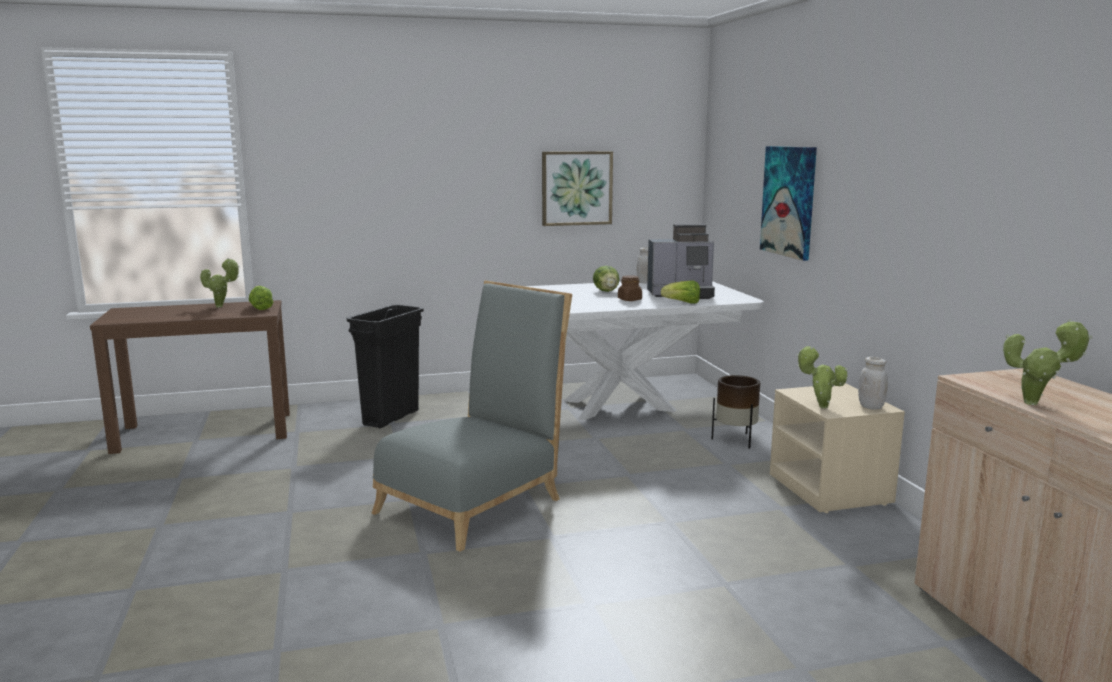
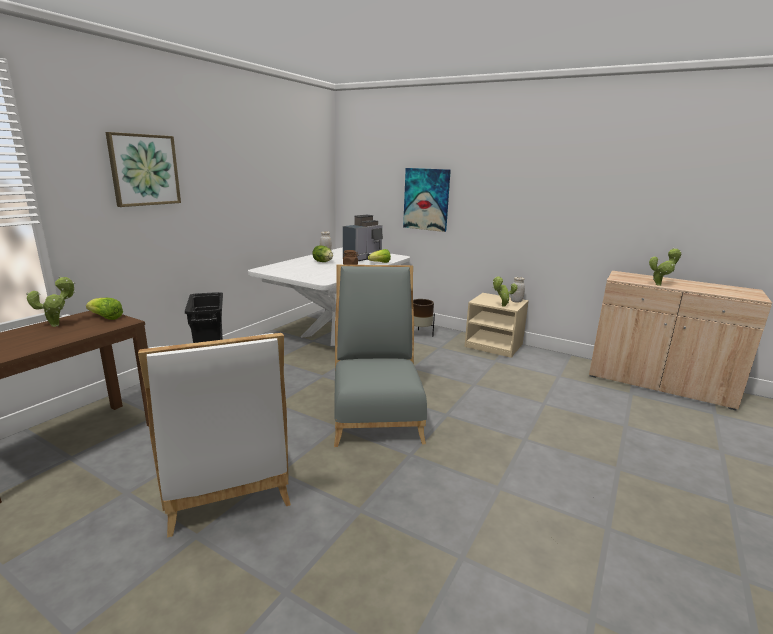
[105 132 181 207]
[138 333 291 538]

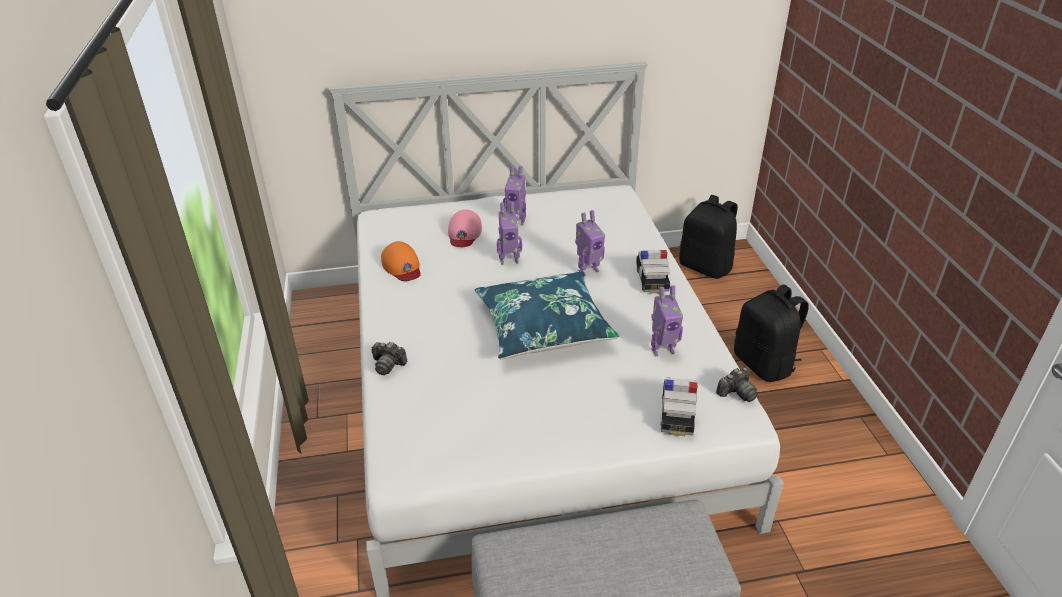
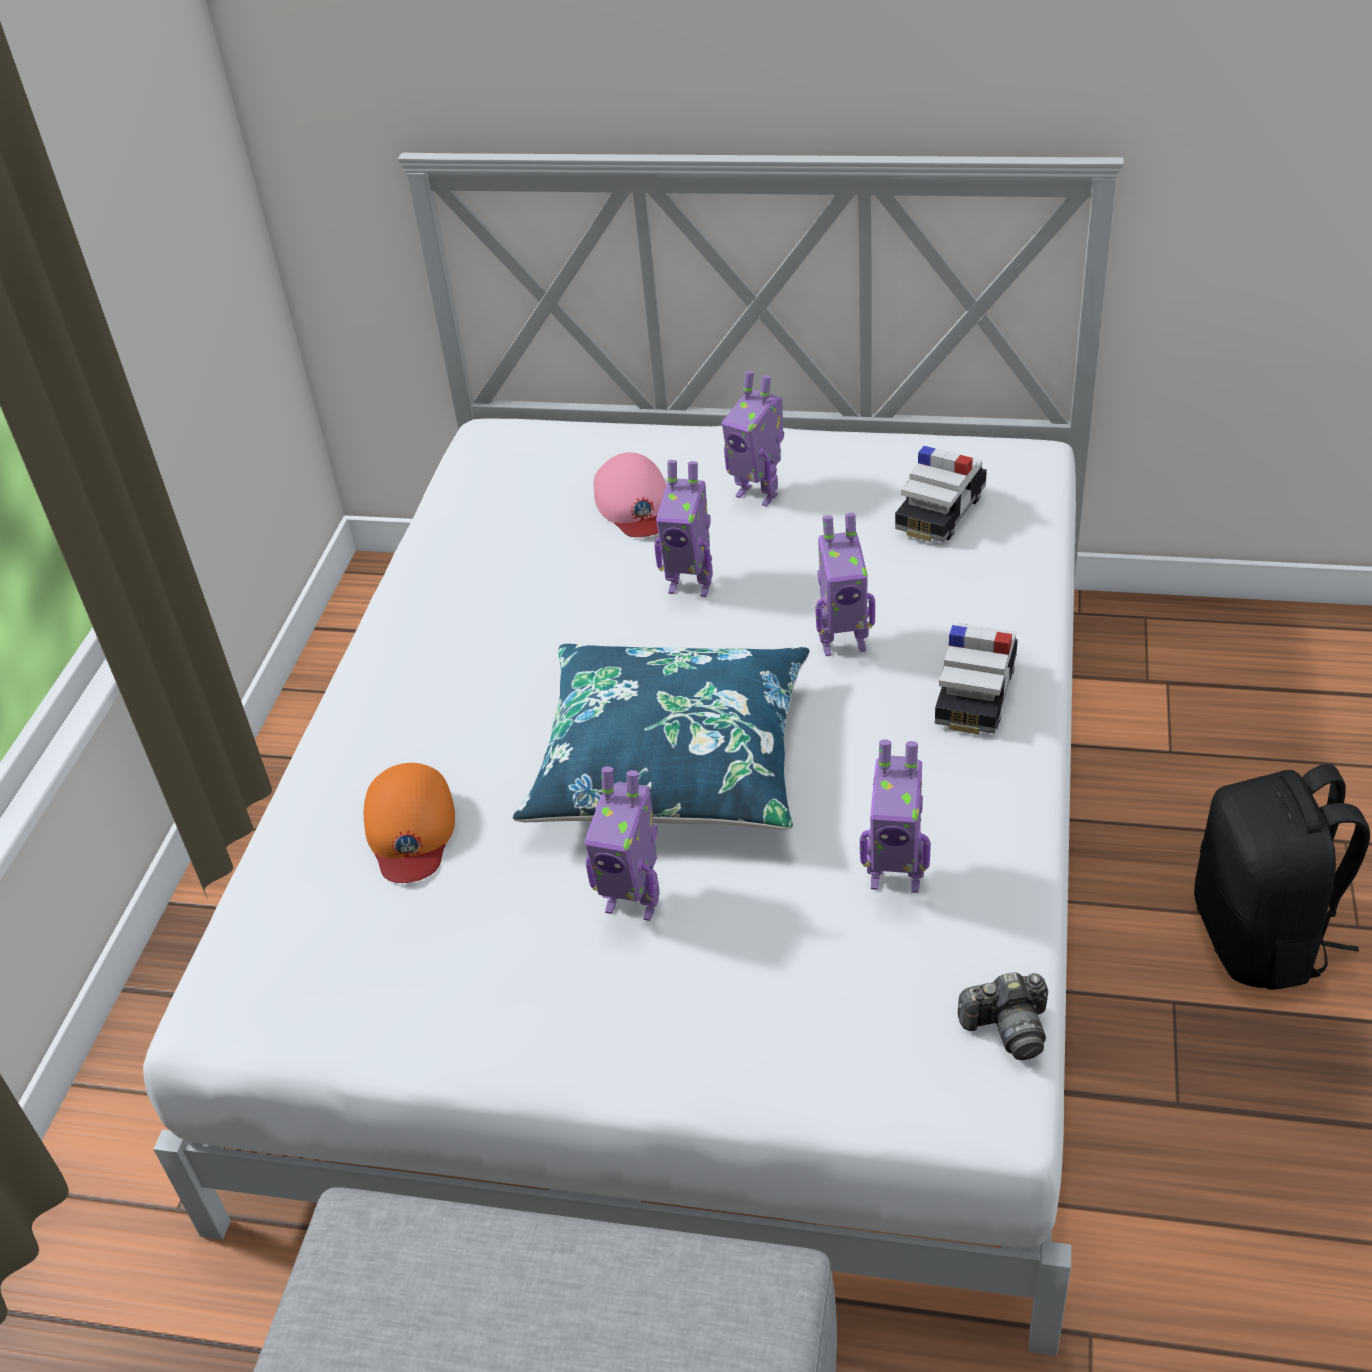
[364 763 455 883]
[584 766 659 921]
[594 452 667 537]
[895 446 987 542]
[371 342 407 375] (first image)
[679 195 738 279] (first image)

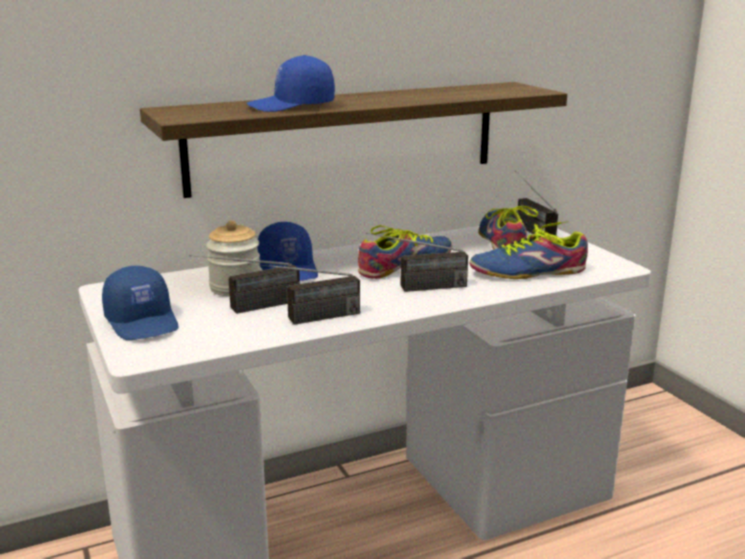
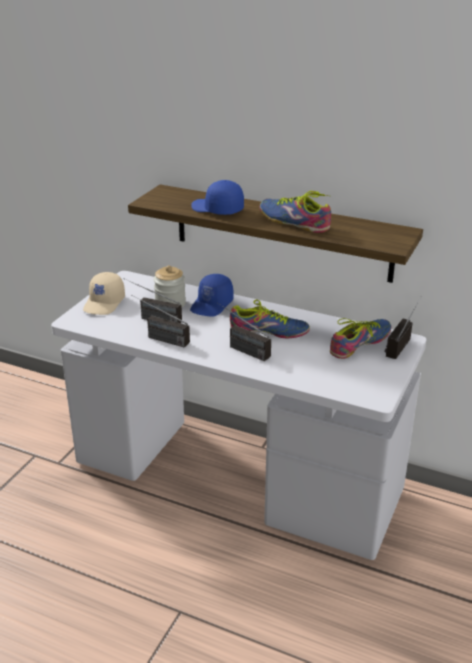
[83 272 125 315]
[260 191 331 233]

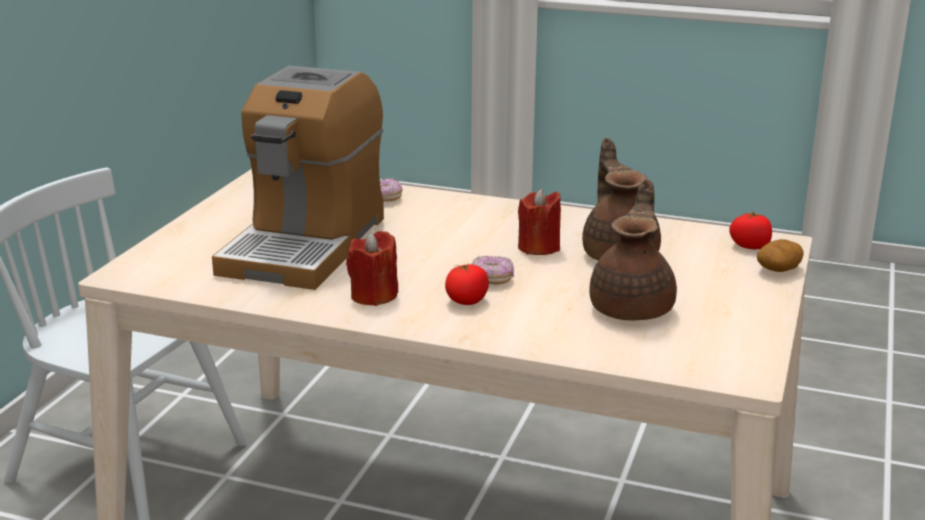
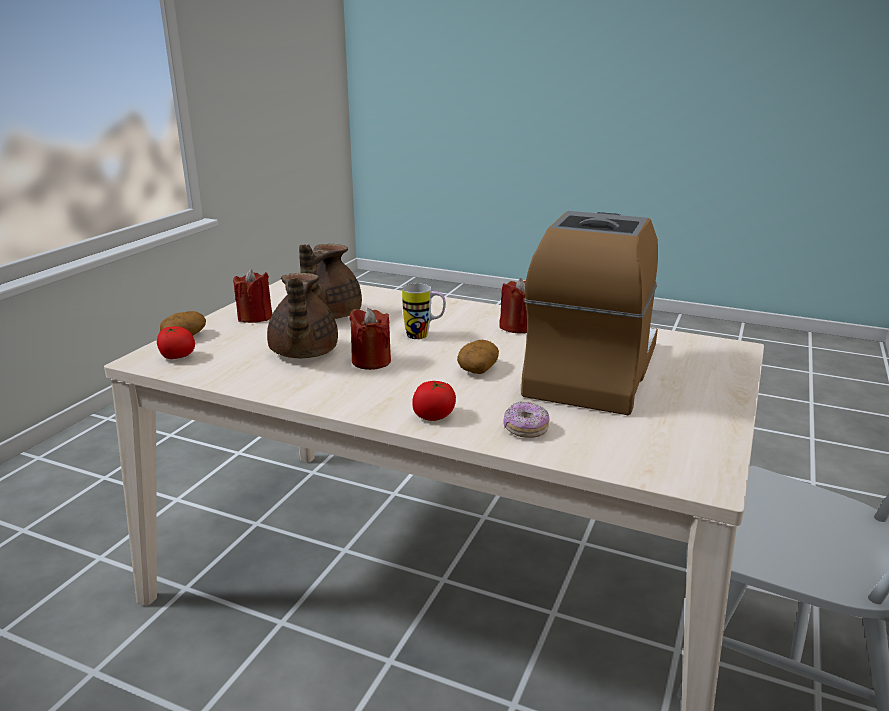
[233 268 272 323]
[402 283 446 339]
[412 381 456 421]
[457 340 499 374]

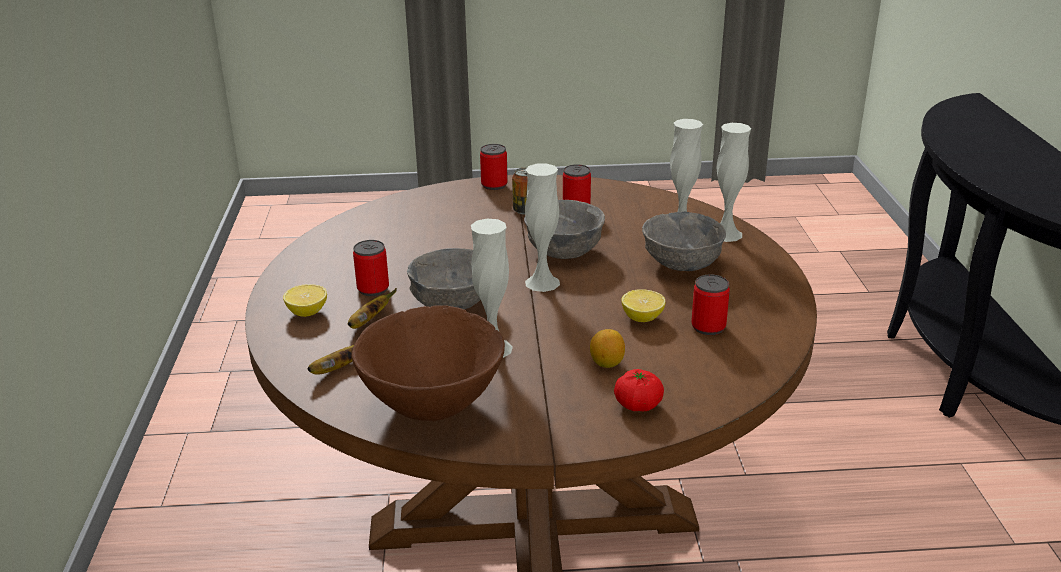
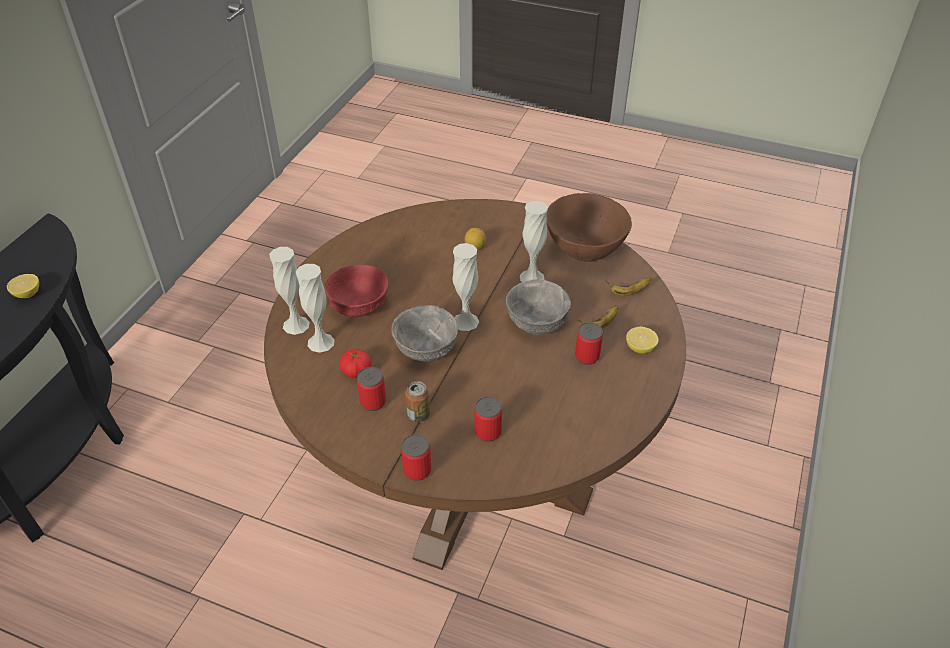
[7 274 39 298]
[325 265 388 317]
[339 349 371 378]
[475 396 502 442]

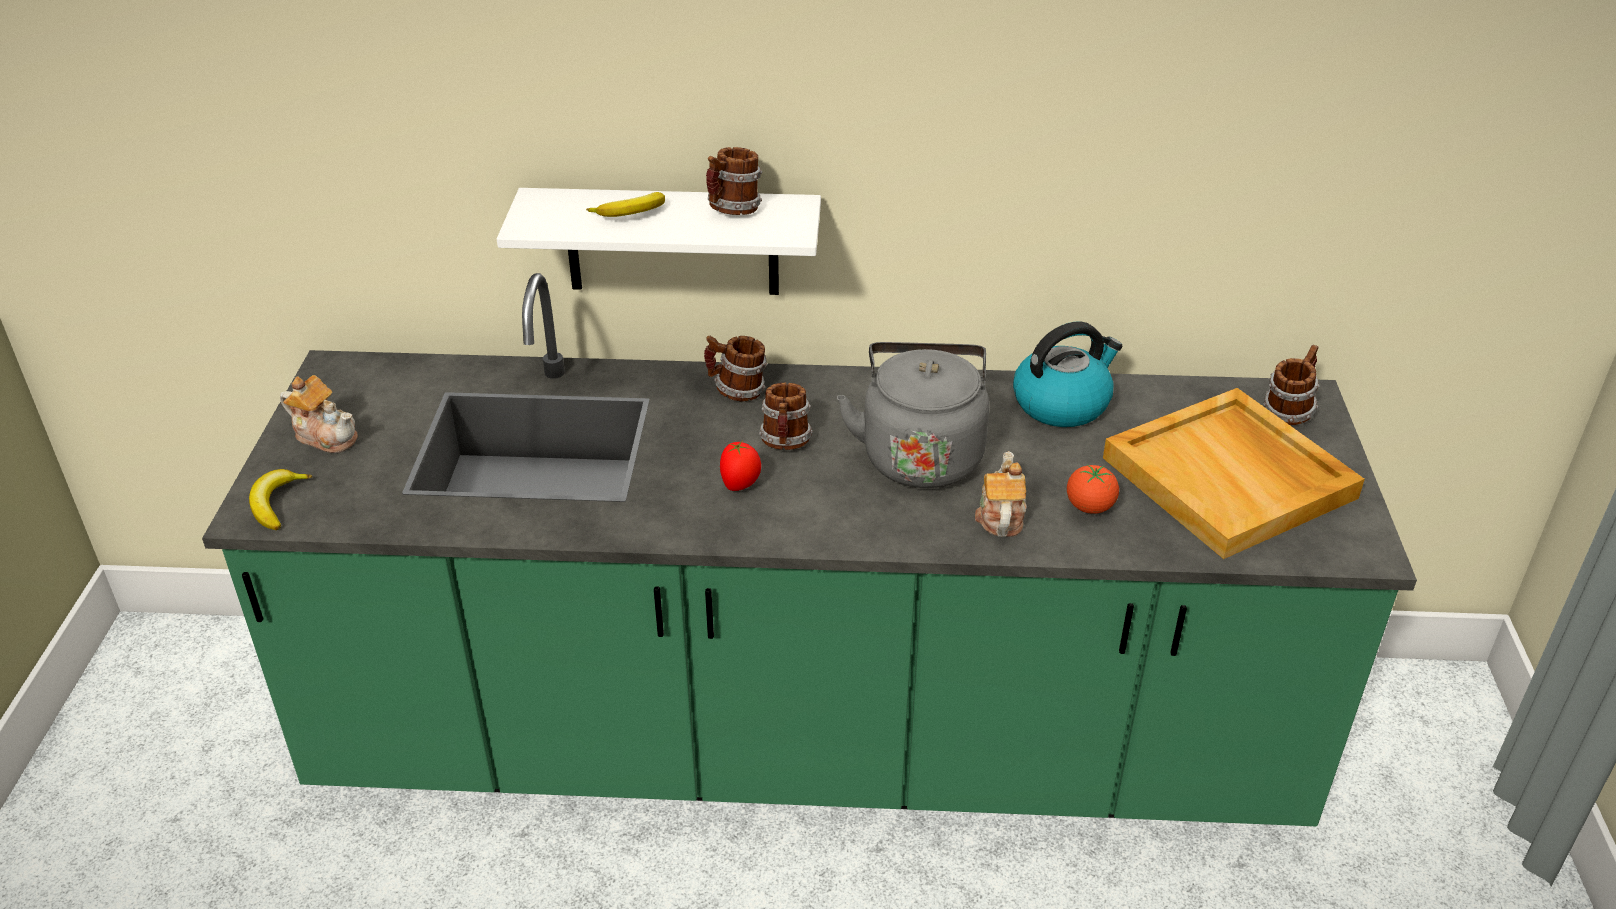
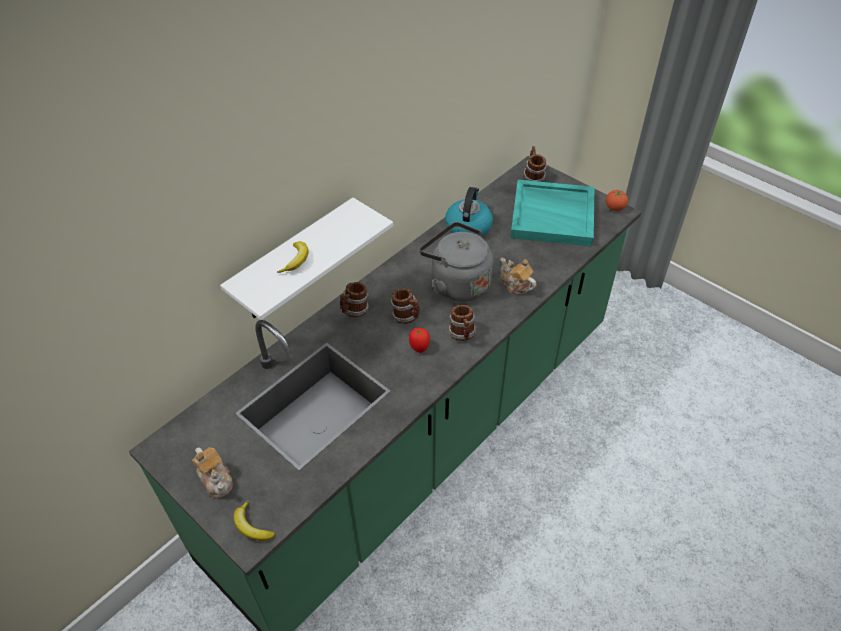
[192 447 233 498]
[448 305 476 341]
[510 180 595 247]
[605 190 628 211]

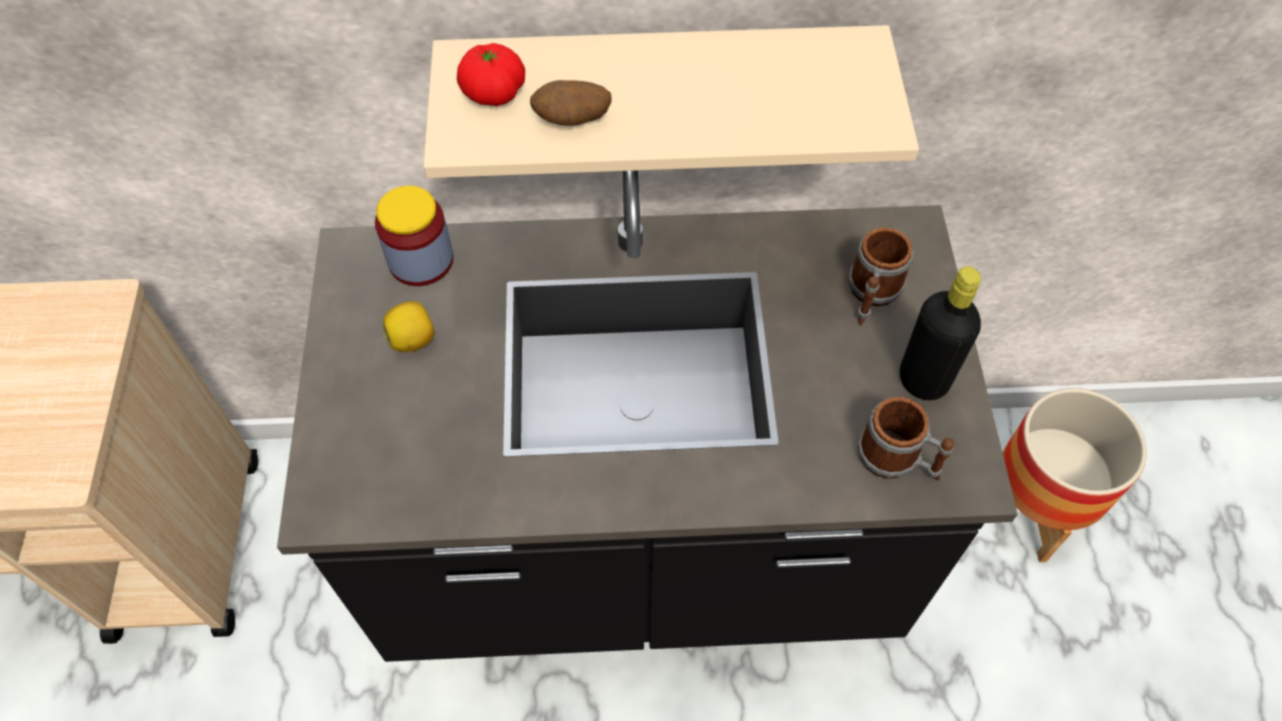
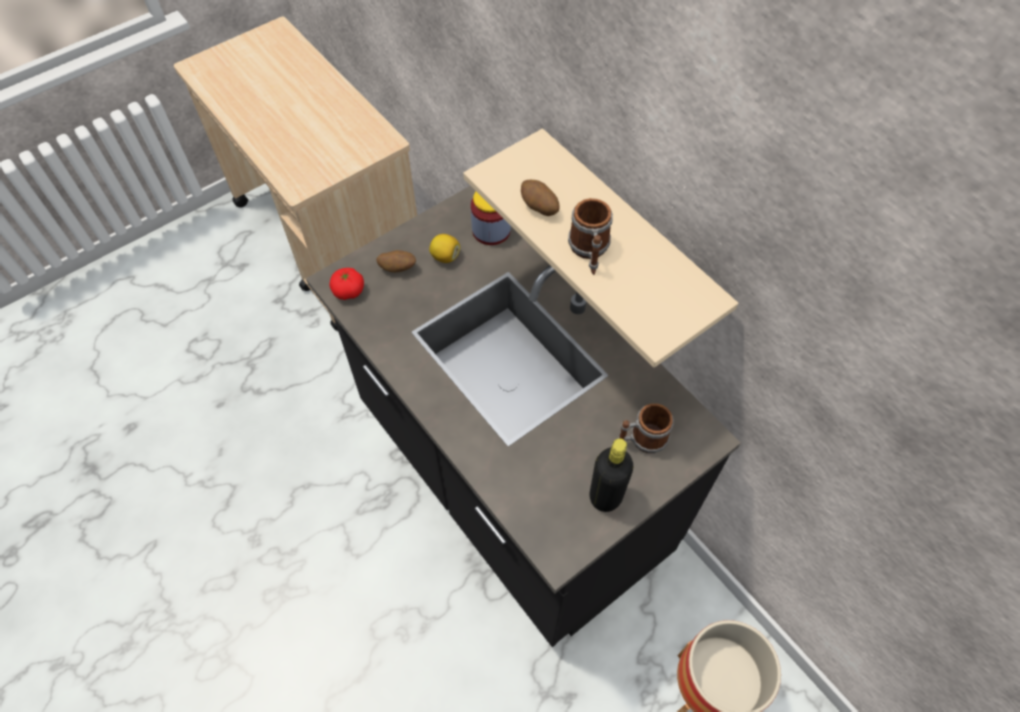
[329 268 364 300]
[376 250 416 272]
[568 198 613 275]

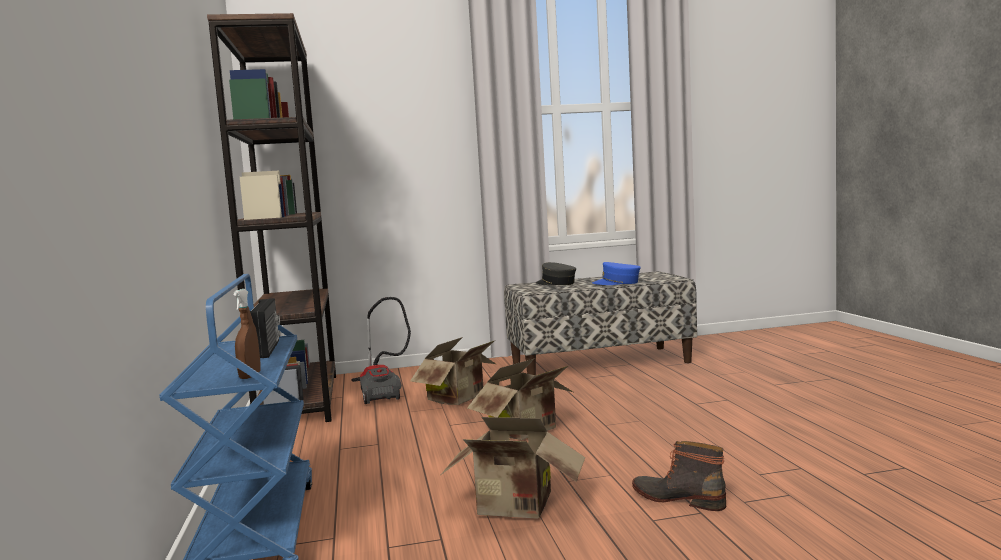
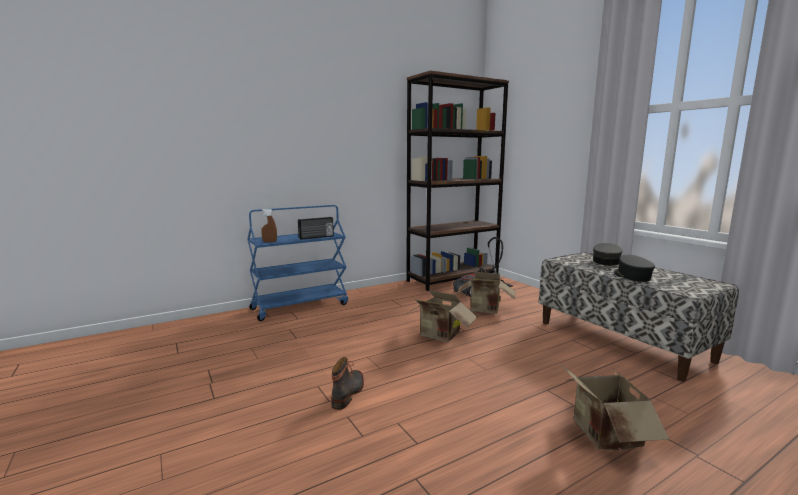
[559 361 670 450]
[613 255 655 282]

